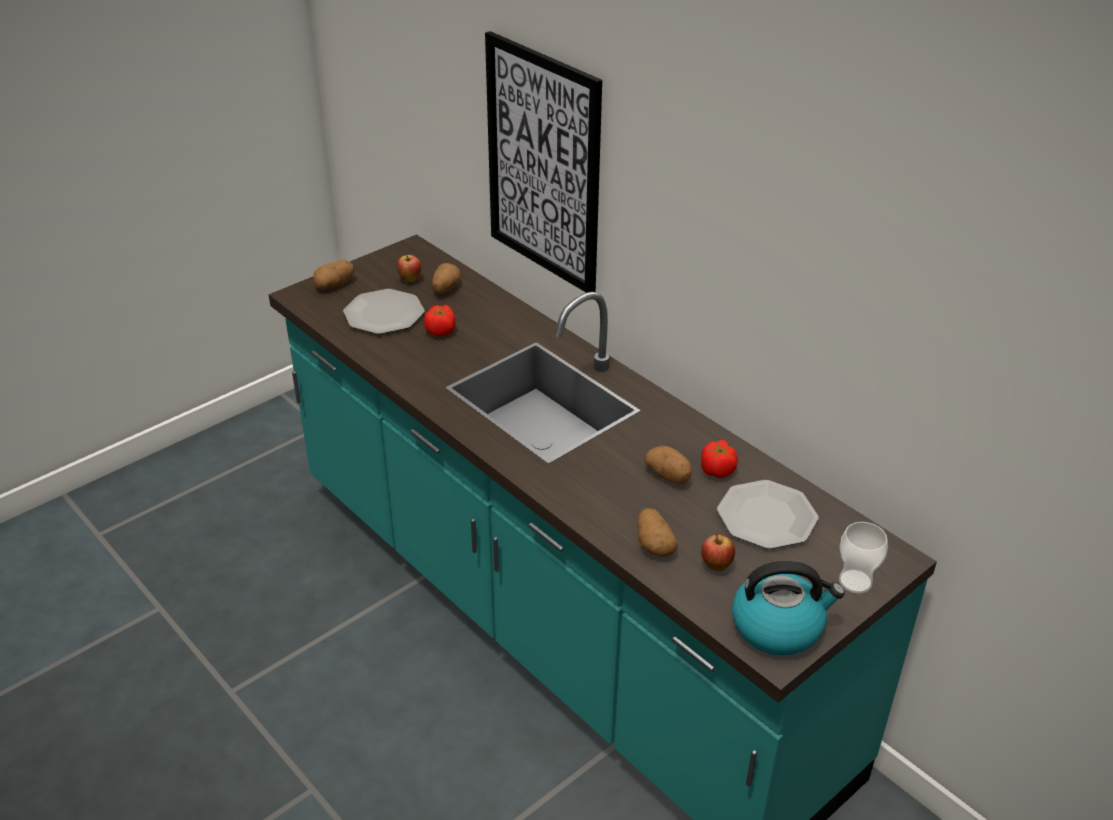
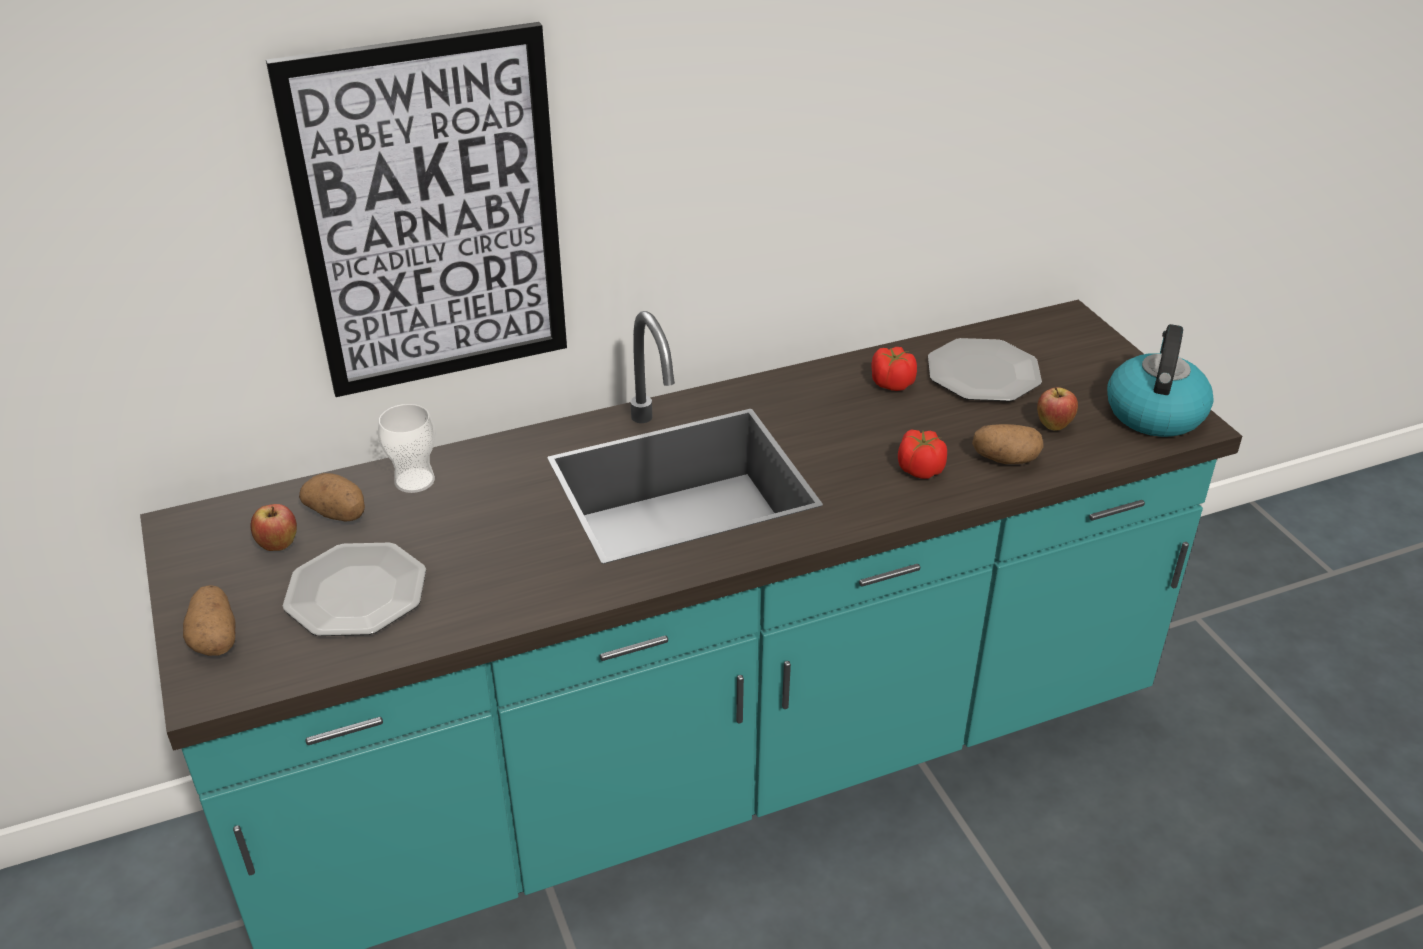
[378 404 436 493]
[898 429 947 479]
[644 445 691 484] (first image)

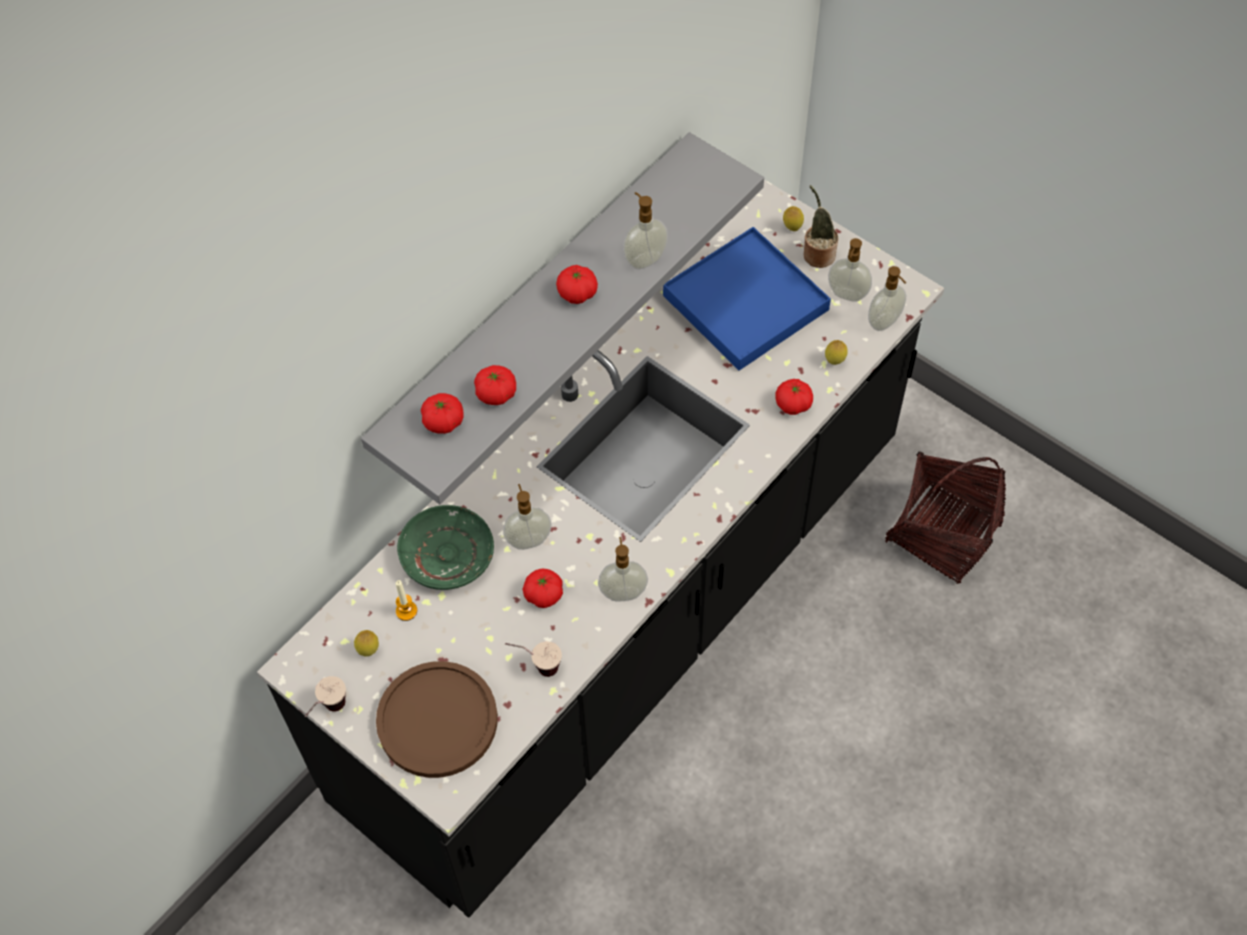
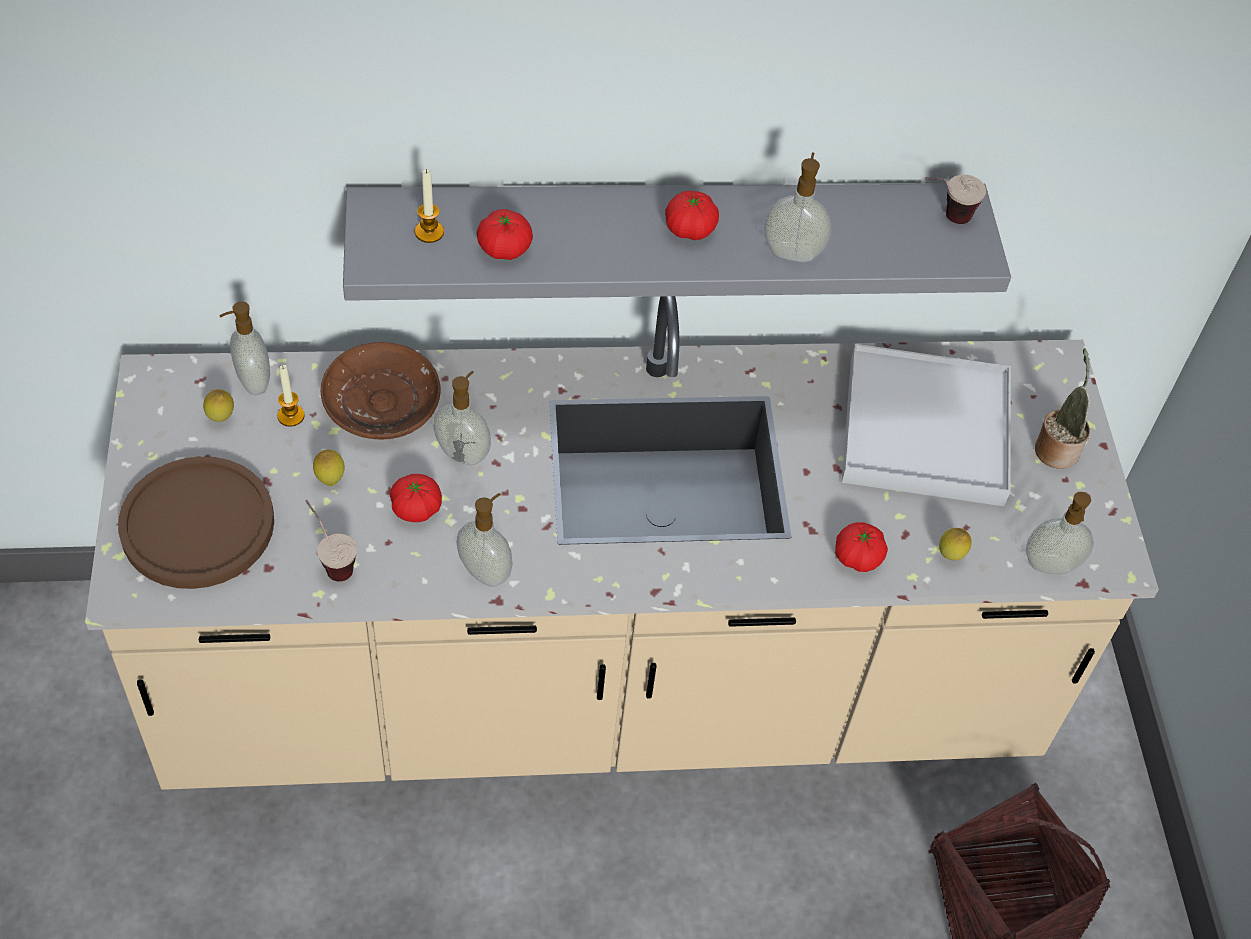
[85 296 1159 790]
[219 301 270 395]
[313 449 345 486]
[321 342 441 439]
[415 169 444 243]
[842 344 1011 506]
[925 175 986 224]

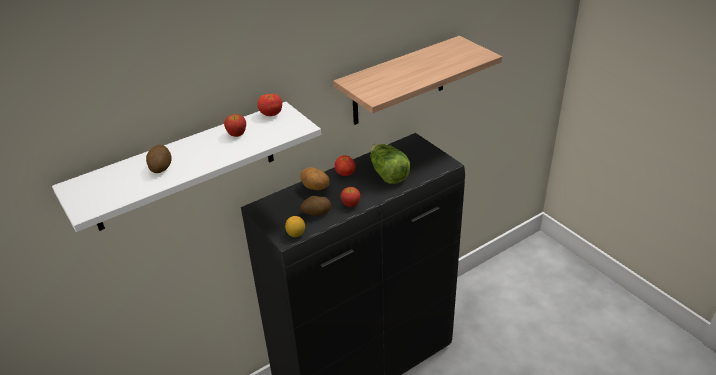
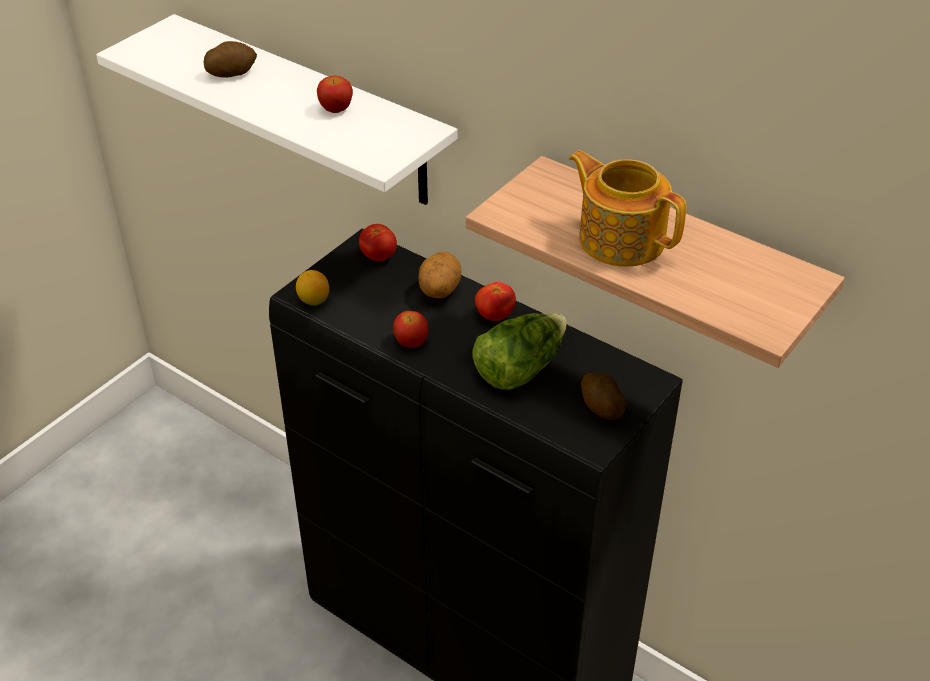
[359 224 397 261]
[569 150 686 267]
[581 373 626 420]

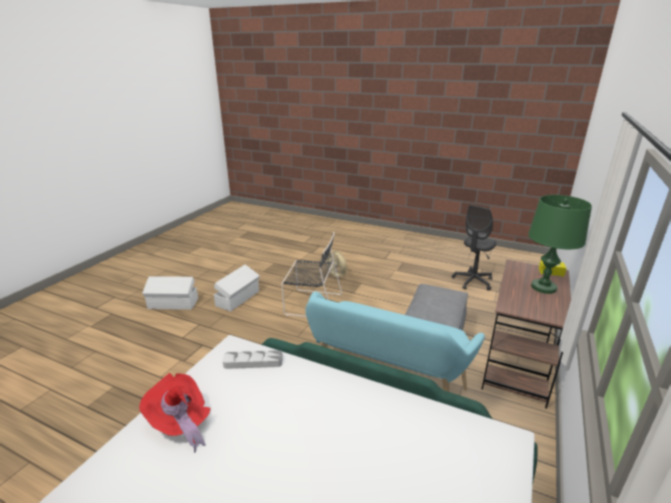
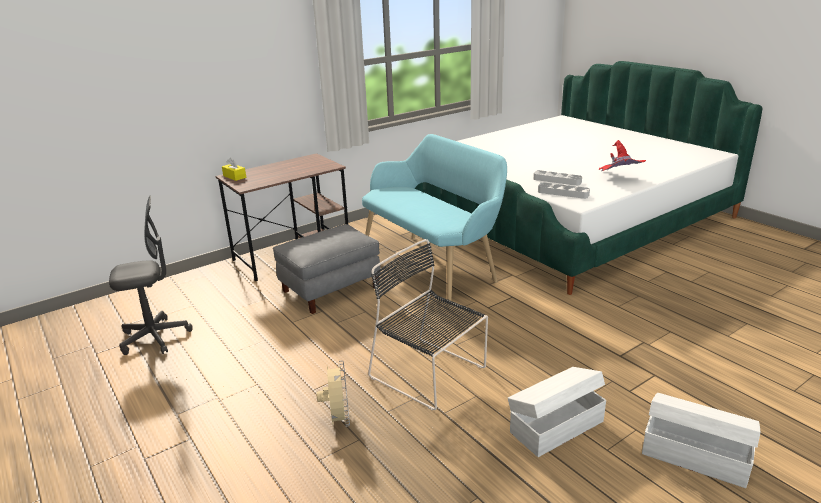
[533 170 582 186]
[528 195 592 294] (first image)

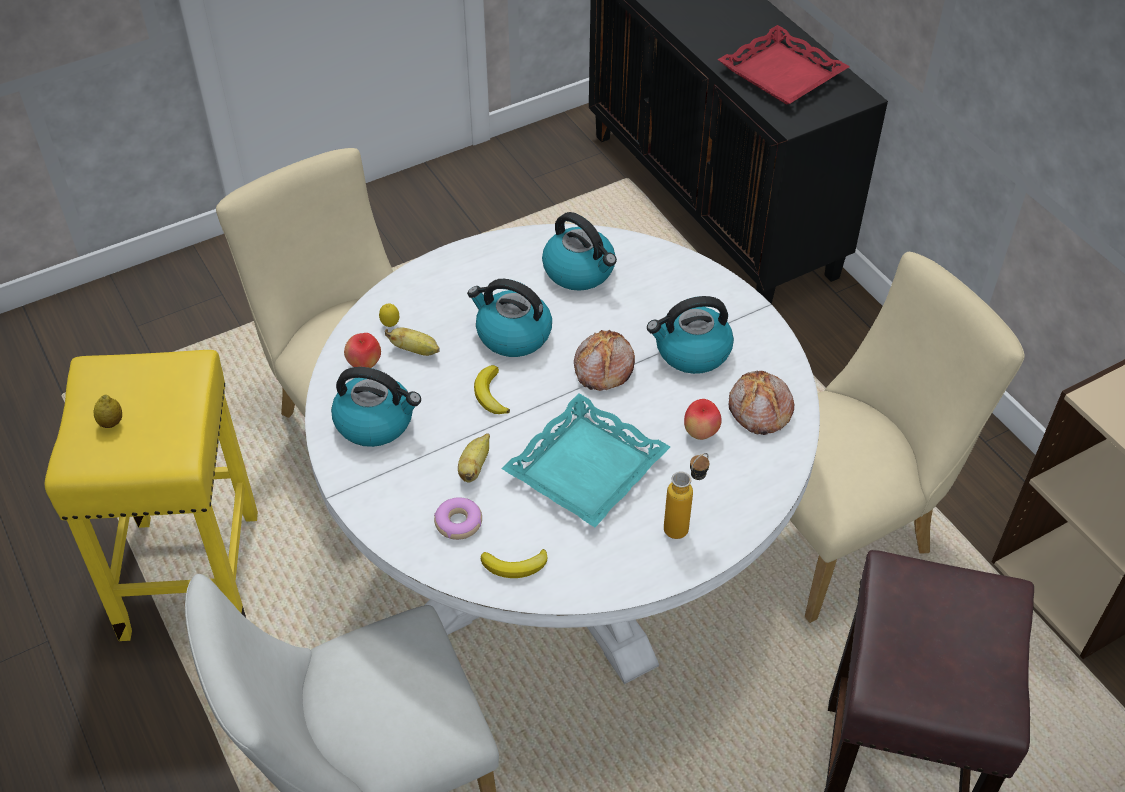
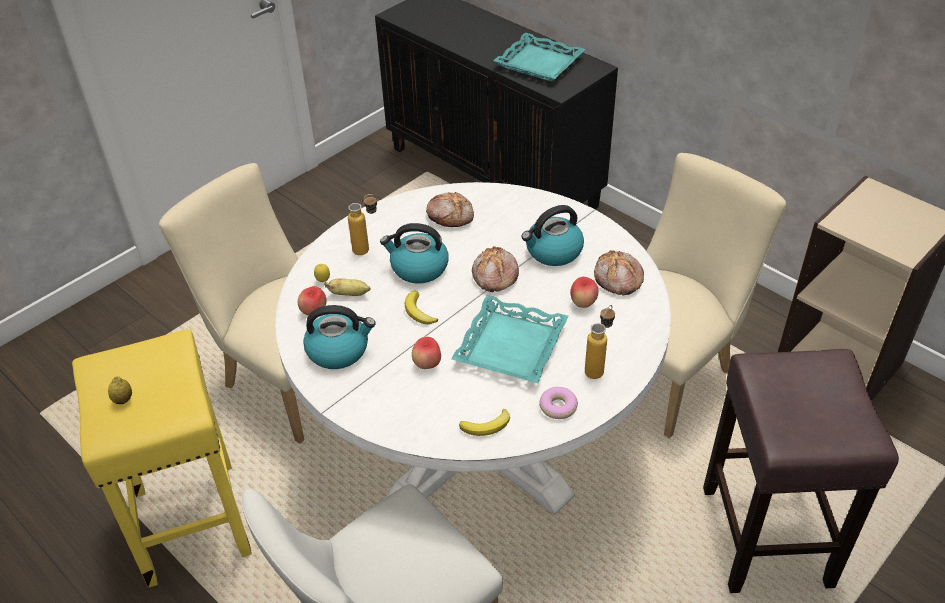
[348 194 378 255]
[412 337 441 369]
[426 192 474 227]
[493 33 586 82]
[539 387 578 419]

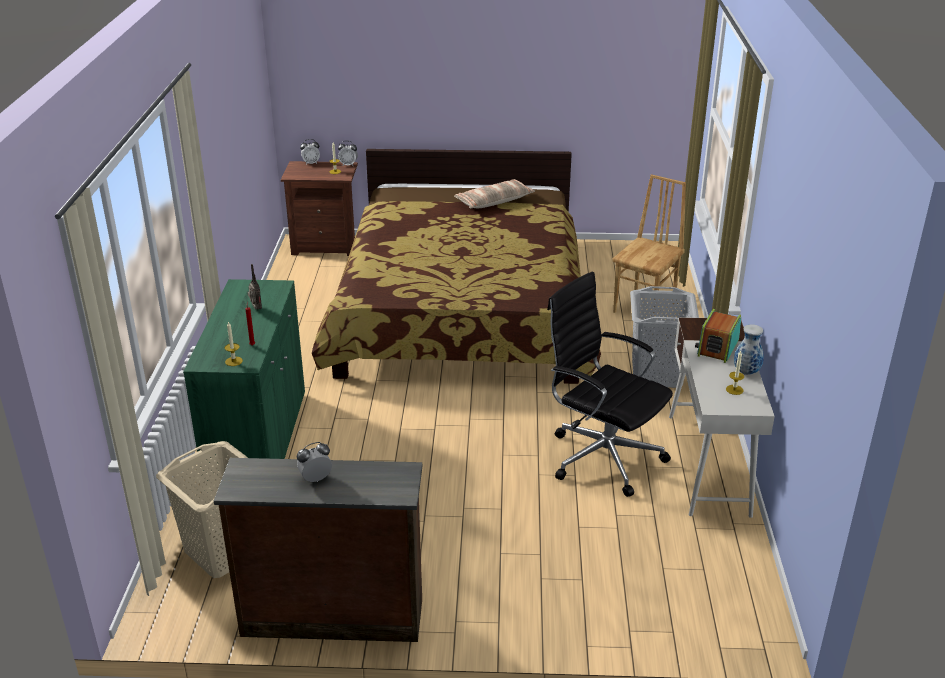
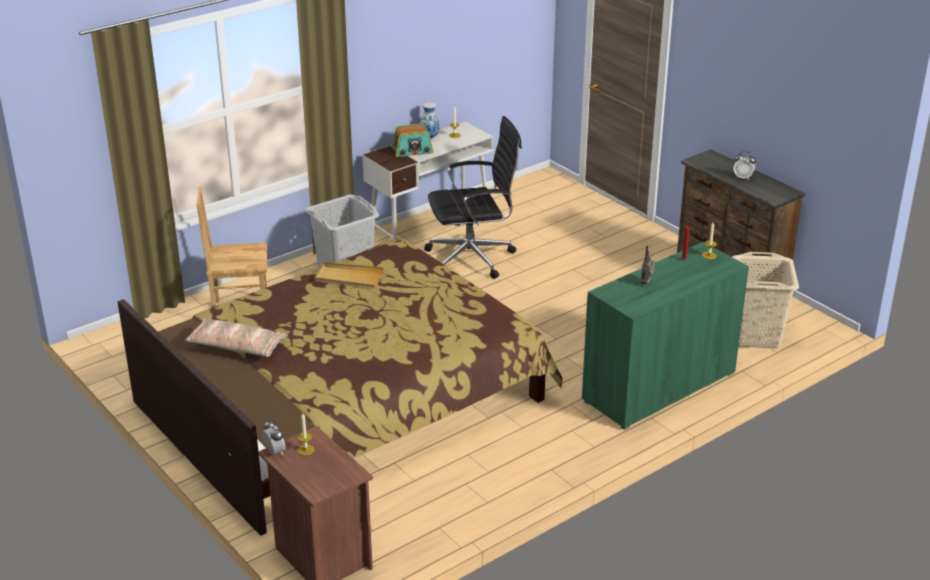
[314 262 384 287]
[424 116 522 279]
[300 139 320 165] (first image)

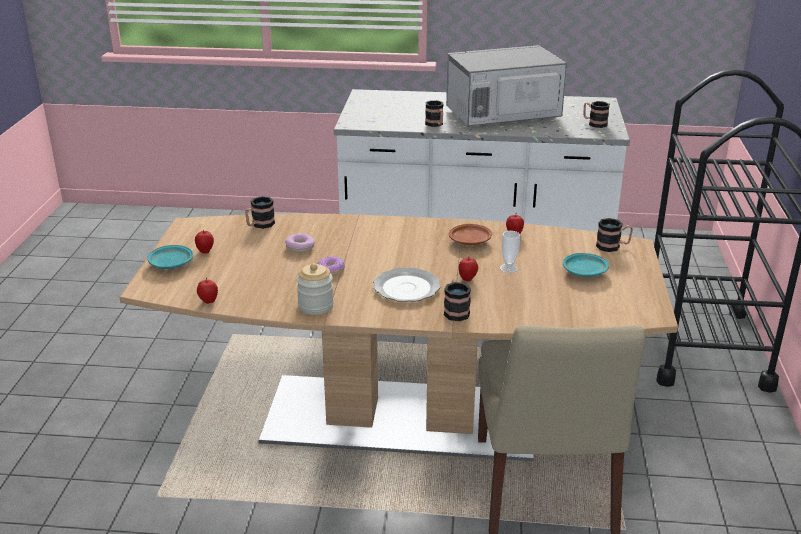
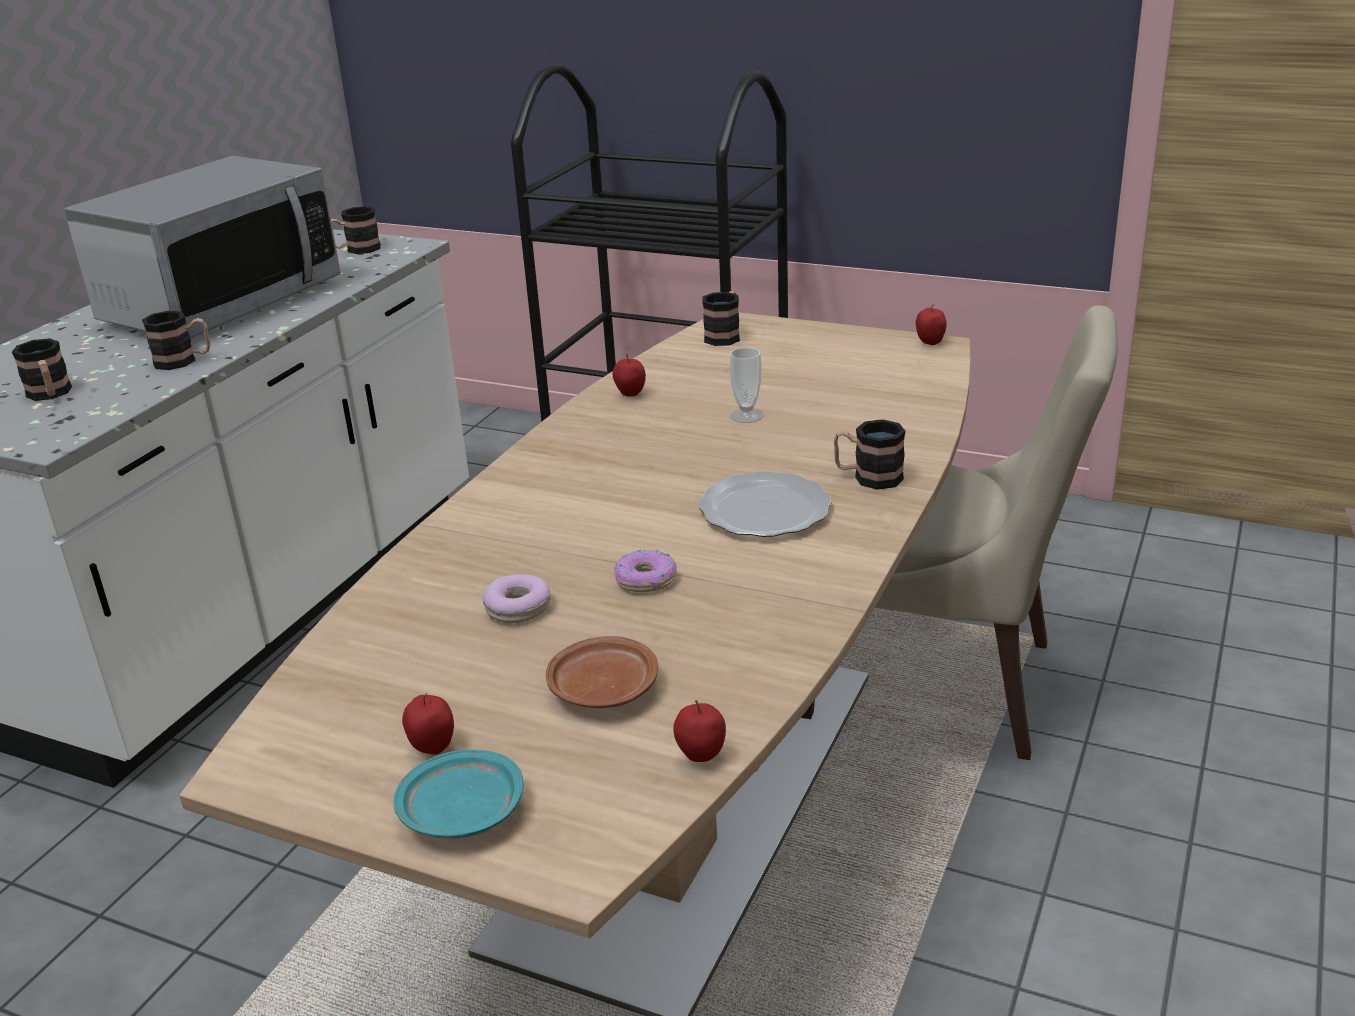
[12 338 72 401]
[64 156 341 338]
[546 636 658 708]
[916 305 947 345]
[296 263 334 315] (first image)
[563 253 609 277] (first image)

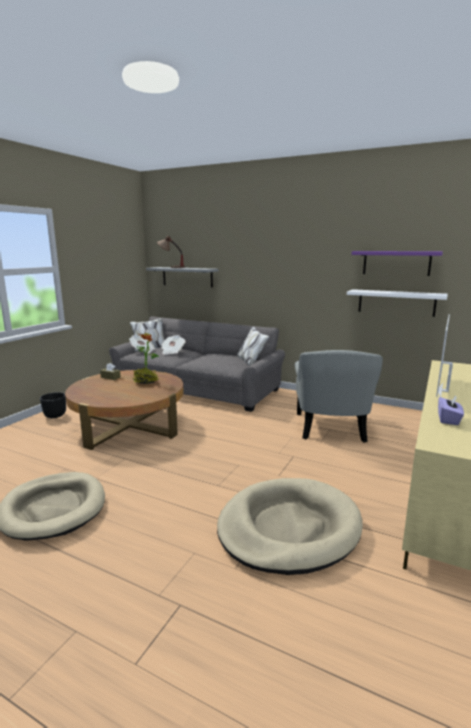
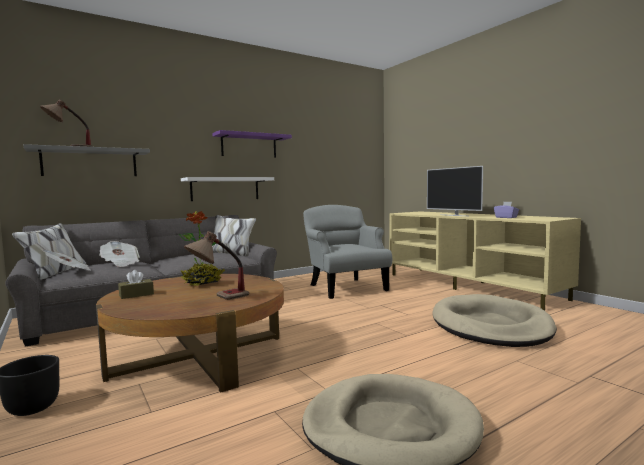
[181 177 274 201]
[184 231 249 300]
[212 130 292 158]
[303 205 392 299]

